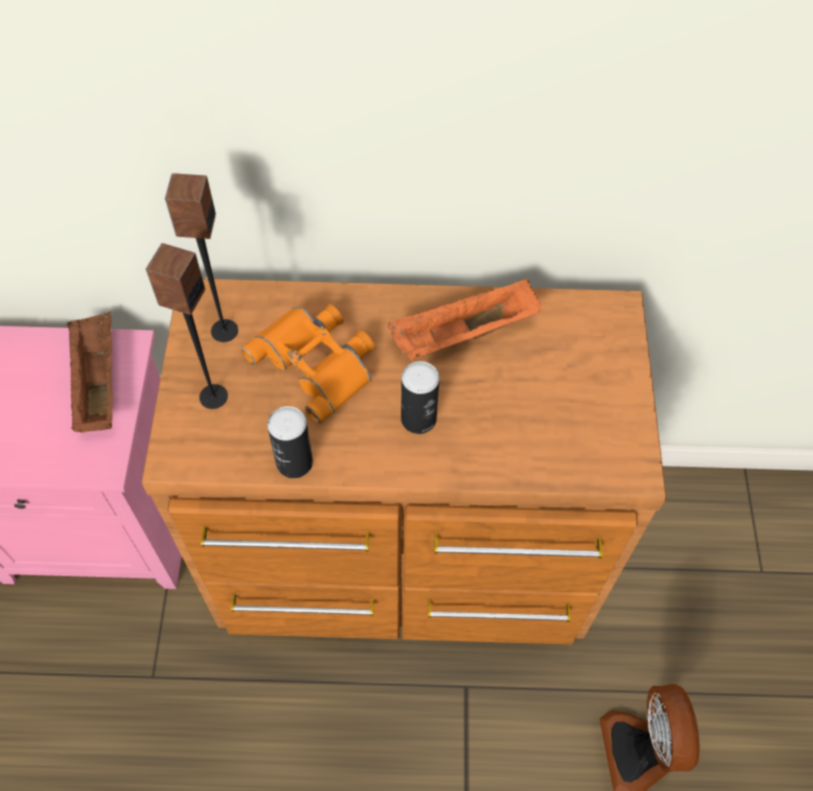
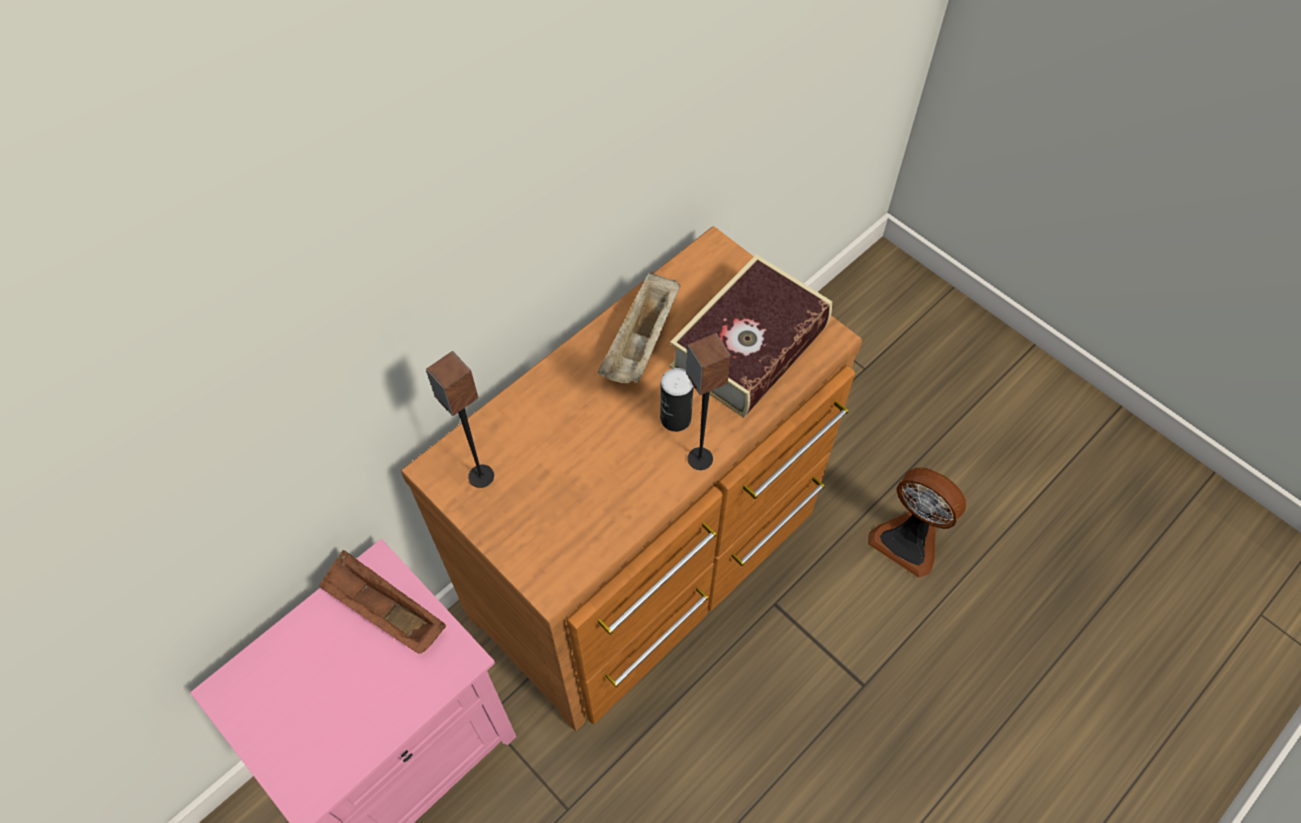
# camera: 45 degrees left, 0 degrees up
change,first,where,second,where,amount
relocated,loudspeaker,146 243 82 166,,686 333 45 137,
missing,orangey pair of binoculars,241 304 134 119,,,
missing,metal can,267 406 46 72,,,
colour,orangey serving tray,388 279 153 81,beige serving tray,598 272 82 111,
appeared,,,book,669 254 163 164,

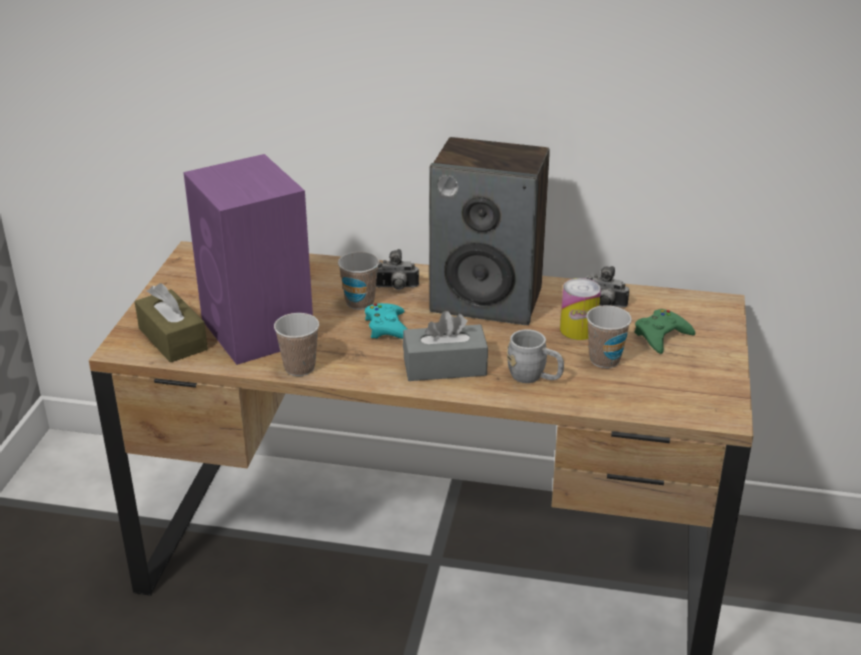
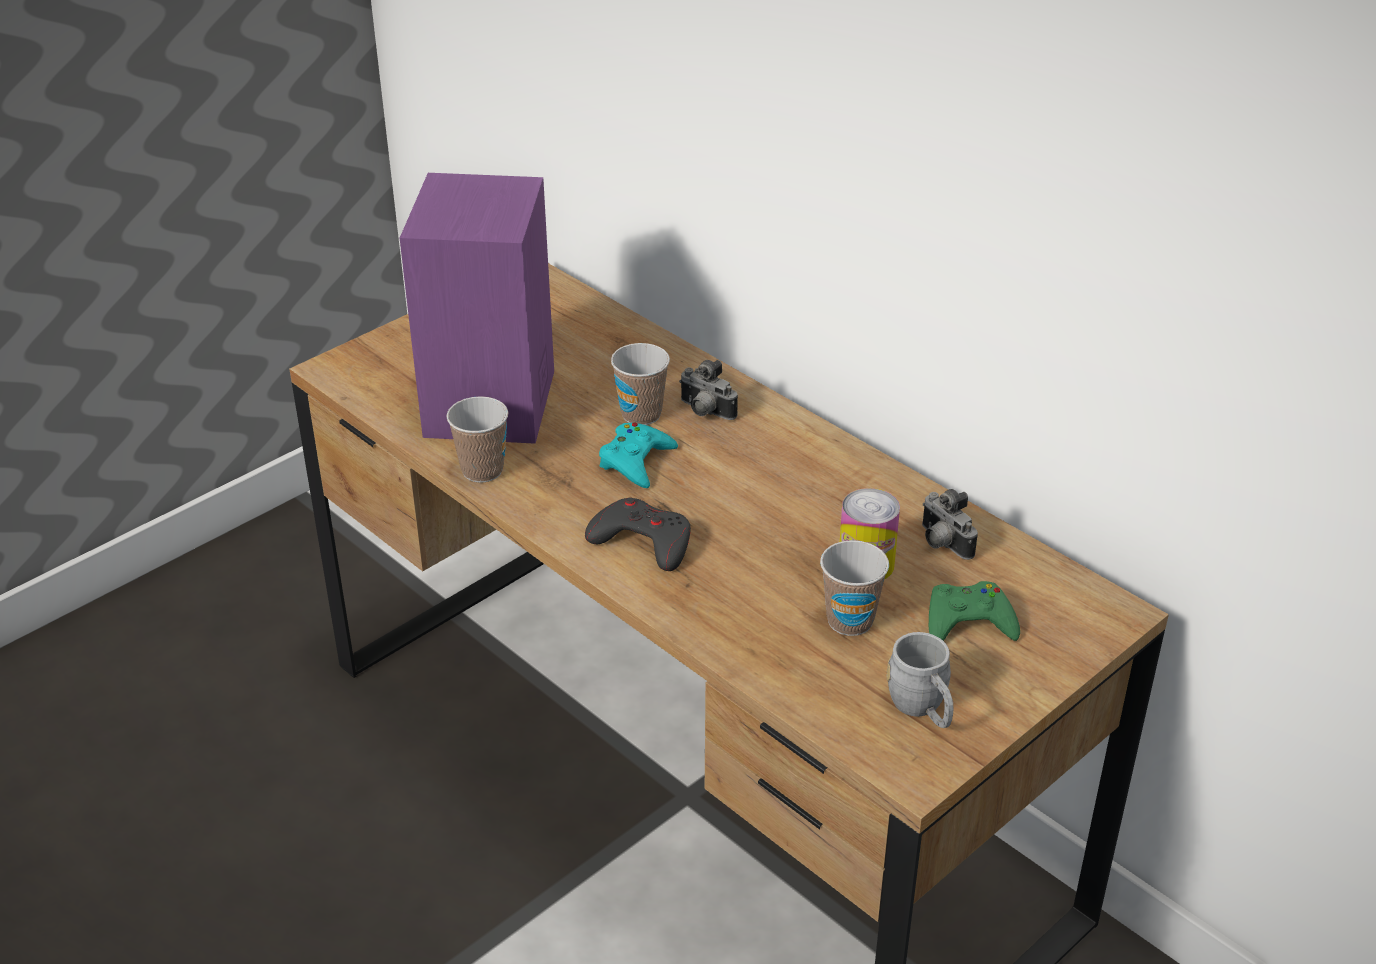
# camera: 35 degrees right, 5 degrees up
change,first,where,second,where,amount
missing,brown tissue holder,135 283 73 80,,,
exchanged,greyish tissue holder,403 311 85 70,greyish gamepad,585 497 106 74,
missing,loudspeaker,429 137 121 188,,,
relocated,greyish mug,507 329 57 54,,887 632 67 96,

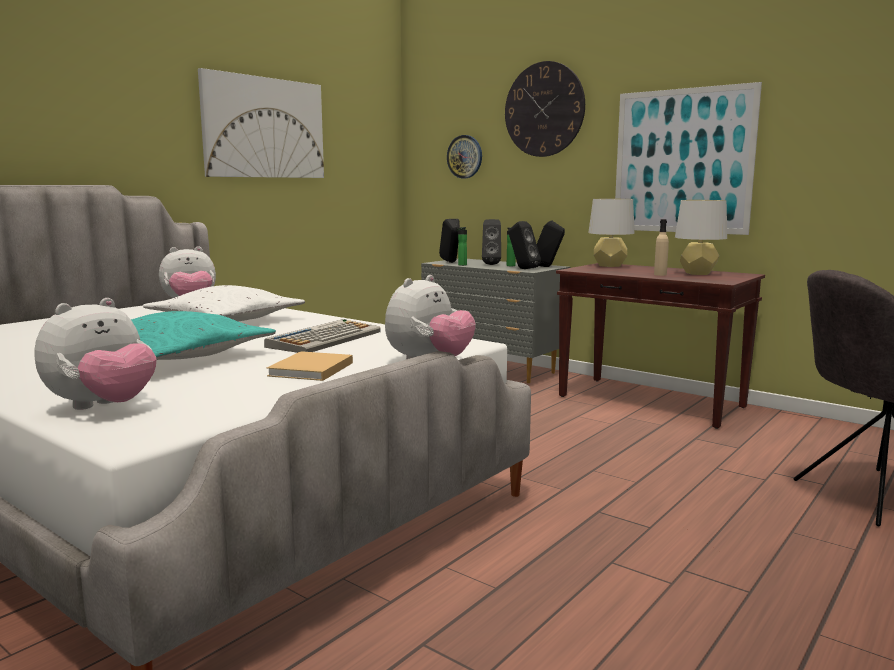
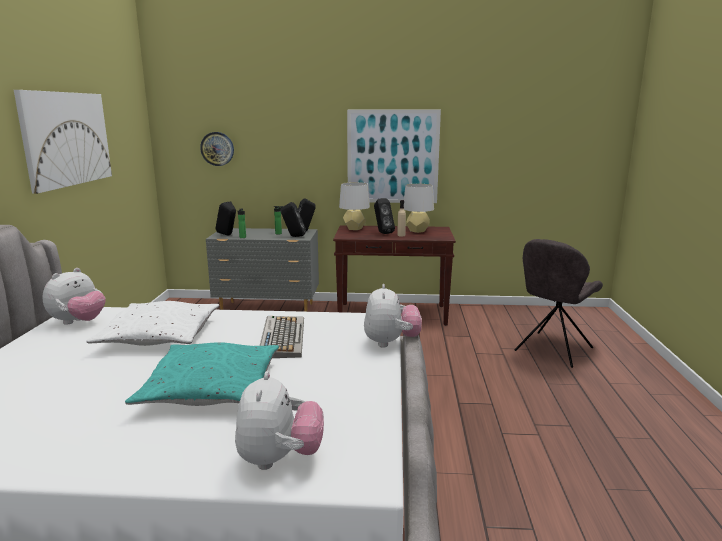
# camera: 35 degrees left, 5 degrees up
change,first,where,second,where,amount
missing,beige book,267 351 86 30,,,
relocated,black loudspeaker,482 219 19 46,,374 198 21 36,
missing,wall clock,505 61 80 96,,,

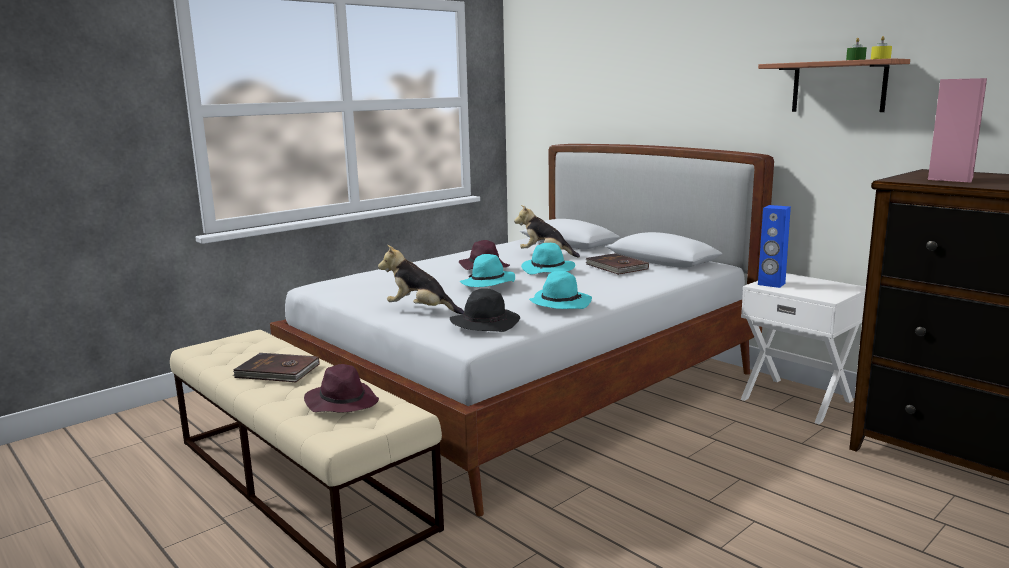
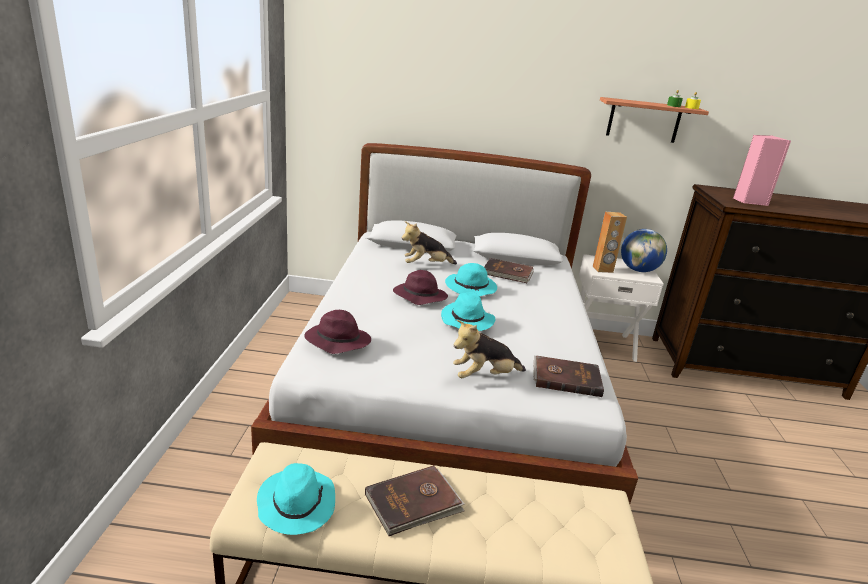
# camera: 45 degrees left, 10 degrees up
change,first,where,second,where,amount
relocated,purple-coloured wearable hat,304 364 75 49,,304 310 67 44,
exchanged,black wearable hat,450 289 70 43,brown book,533 356 71 41,
relocated,blue-green wearable hat,529 271 63 38,,257 463 78 72,
colour,blue loudspeaker,758 205 33 83,brown loudspeaker,593 212 34 61,
appeared,,,world globe,621 229 46 43,

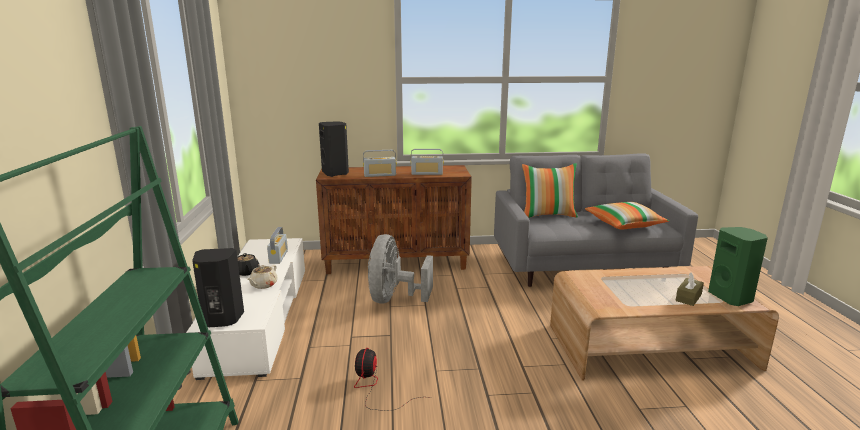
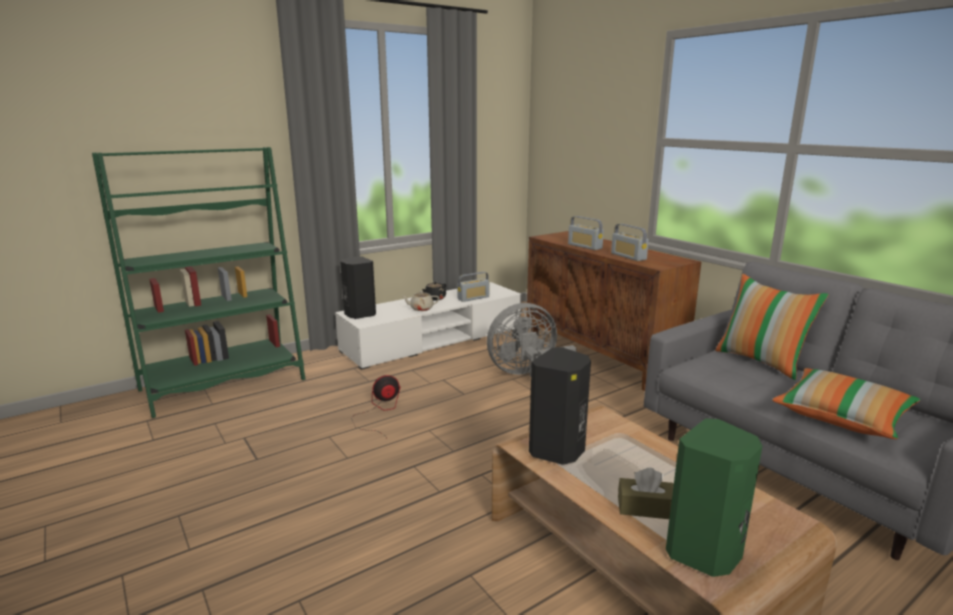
# camera: 60 degrees right, 0 degrees up
change,first,where,second,where,amount
relocated,black loudspeaker,319 121 30 56,,529 347 62 118,

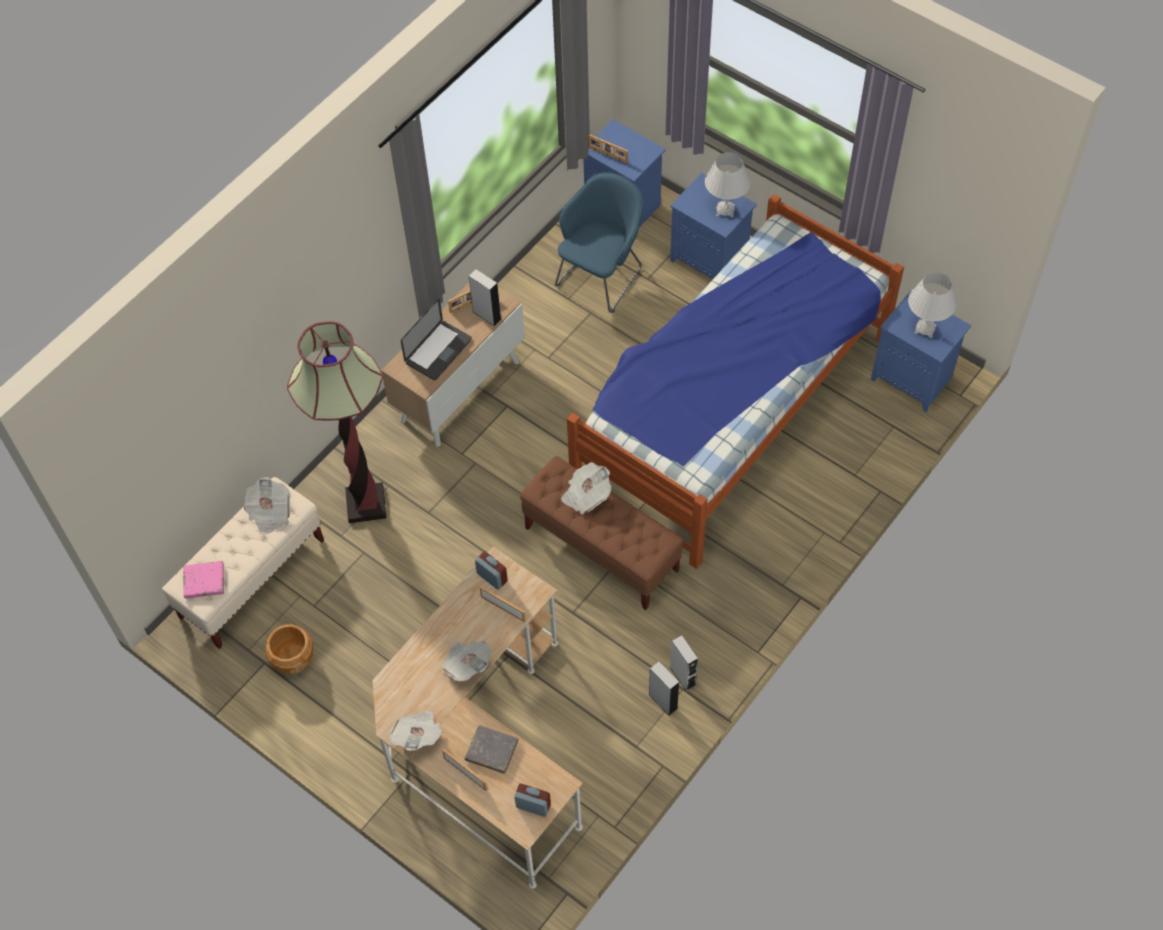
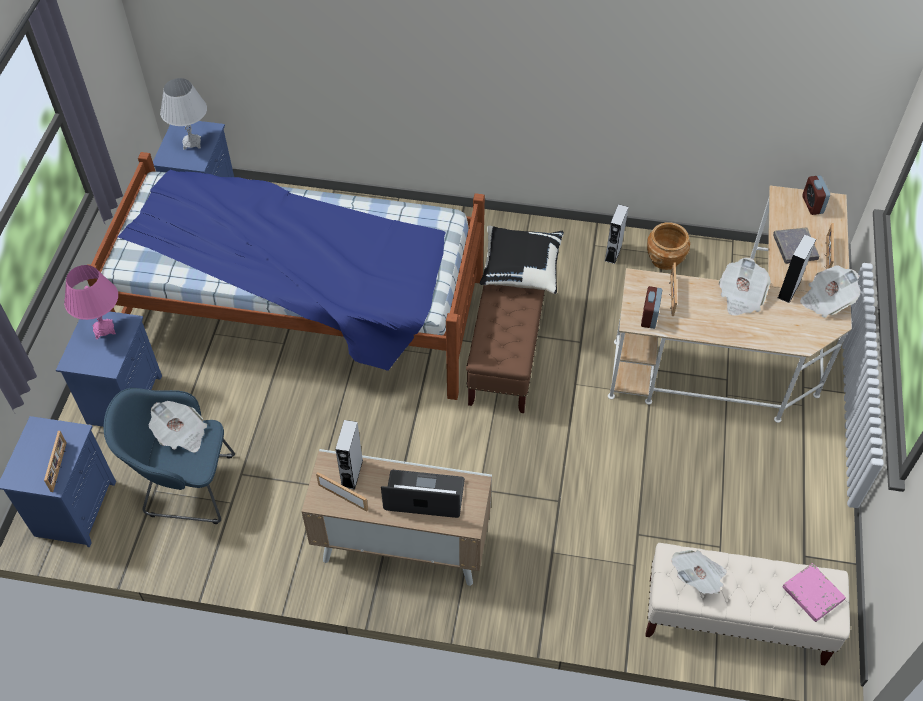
# camera: 120 degrees left, 5 degrees down
change,first,where,second,where,amount
relocated,brown plant pot,265 624 49 50,,647 222 43 48,
missing,floor lamp,287 321 99 202,,,
relocated,printed paper,561 462 50 53,,149 401 58 52,
relocated,greyish loudspeaker,670 635 28 56,,778 235 38 68,
colour,whitish tabletop lamp,705 152 46 65,pink tabletop lamp,64 265 54 74,
appeared,,,black cushion,480 226 84 68,

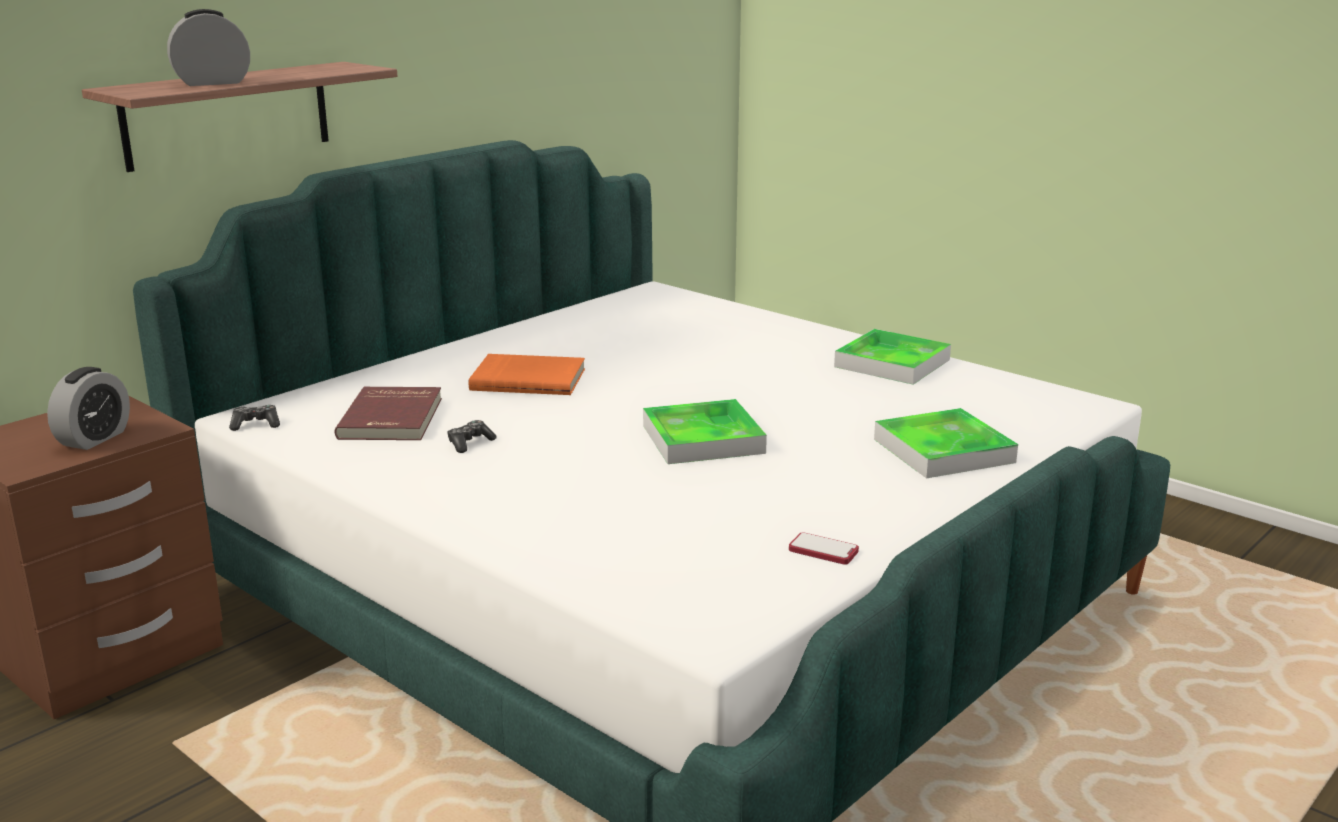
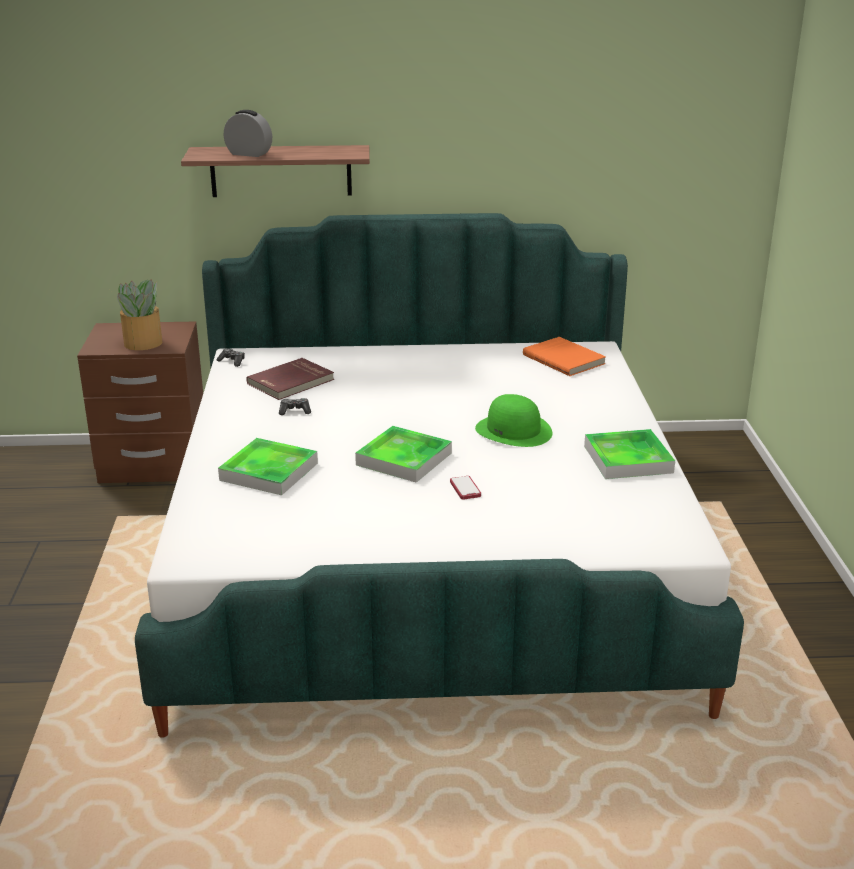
# camera: 45 degrees right, 5 degrees up
change,first,where,second,where,amount
exchanged,alarm clock,47 367 83 83,houseplant,110 280 52 70,
relocated,orangey book,469 354 116 41,,523 337 83 39,
relocated,phone,789 532 70 33,,450 476 31 24,
relocated,serving tray,874 408 144 70,,218 438 100 57,
appeared,,,green-coloured wearable hat,475 394 77 53,

